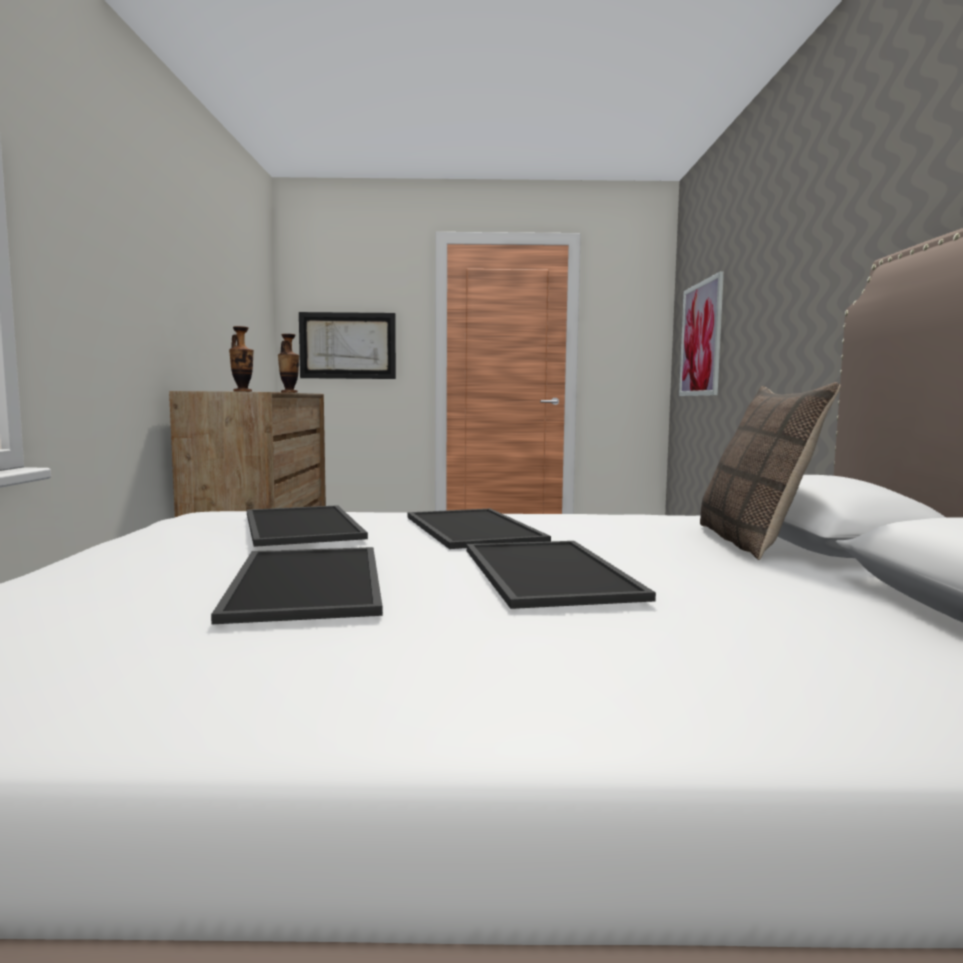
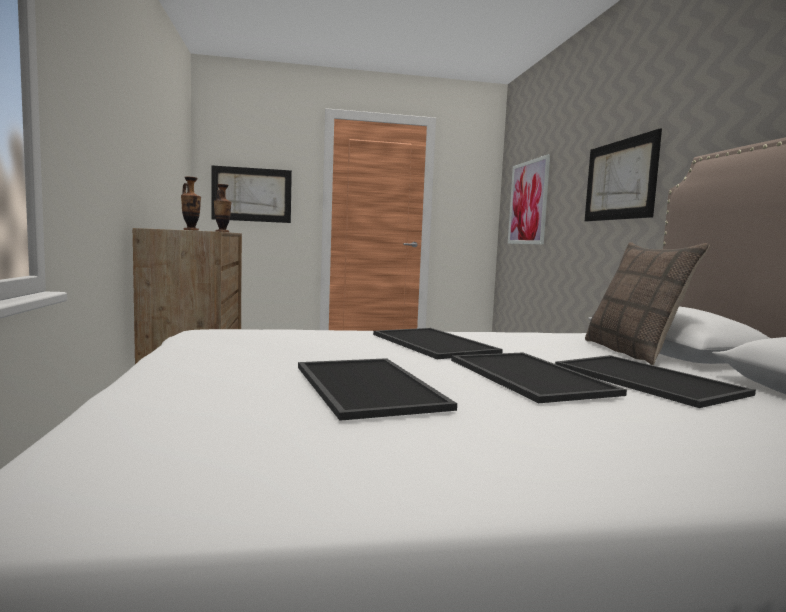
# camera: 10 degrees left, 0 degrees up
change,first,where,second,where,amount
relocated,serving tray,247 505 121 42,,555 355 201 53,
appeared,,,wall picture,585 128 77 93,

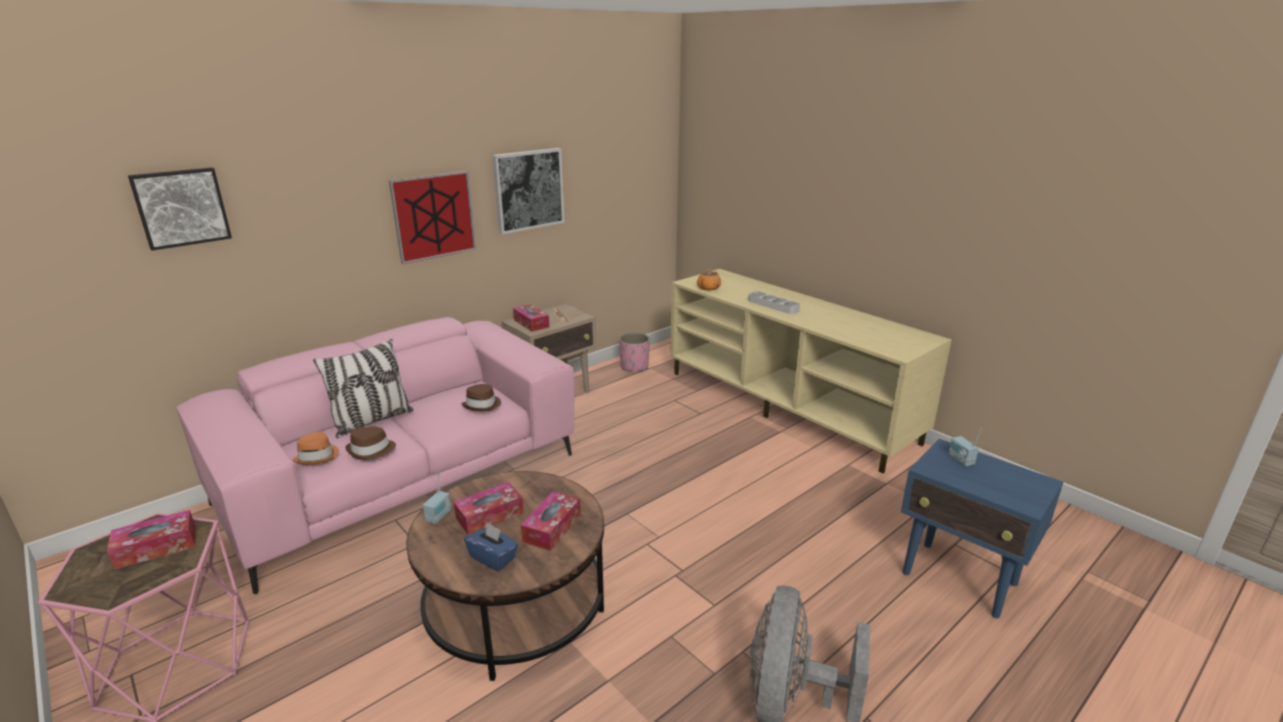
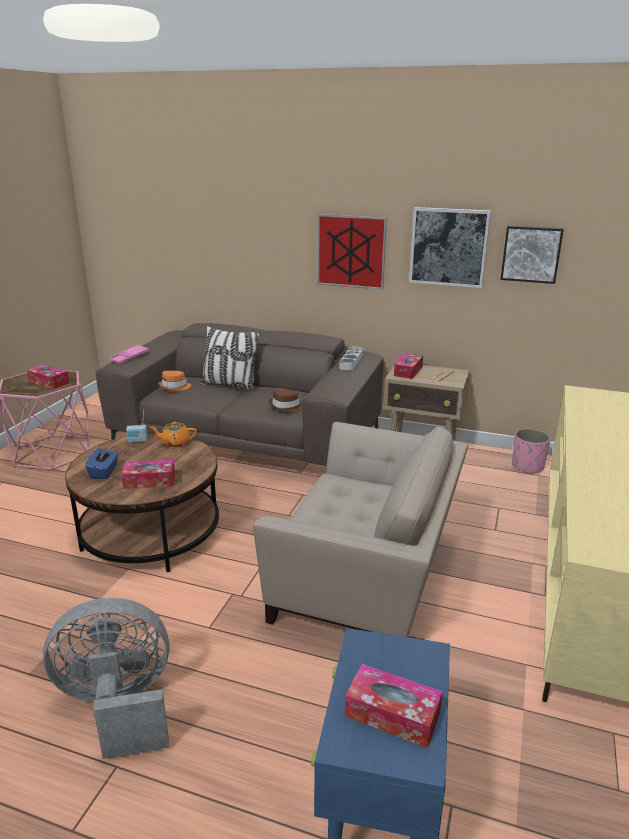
# camera: 60 degrees right, 0 degrees up
change,first,where,second,where,amount
relocated,wall picture,128 167 104 84,,500 226 64 58,
colour,pink sofa,177 317 397 277,brown sofa,96 323 287 143,
missing,brown wearable hat,345 427 51 33,,,
relocated,tissue holder,454 482 70 53,,345 664 97 84,
relocated,orangey pot for tea,697 269 24 21,,150 422 47 25,
relocated,greyish serving tray,748 291 52 23,,339 347 24 23,
missing,radio,948 428 34 38,,,
appeared,,,pink serving tray,109 345 40 19,
appeared,,,beige lounge chair,253 422 215 215,

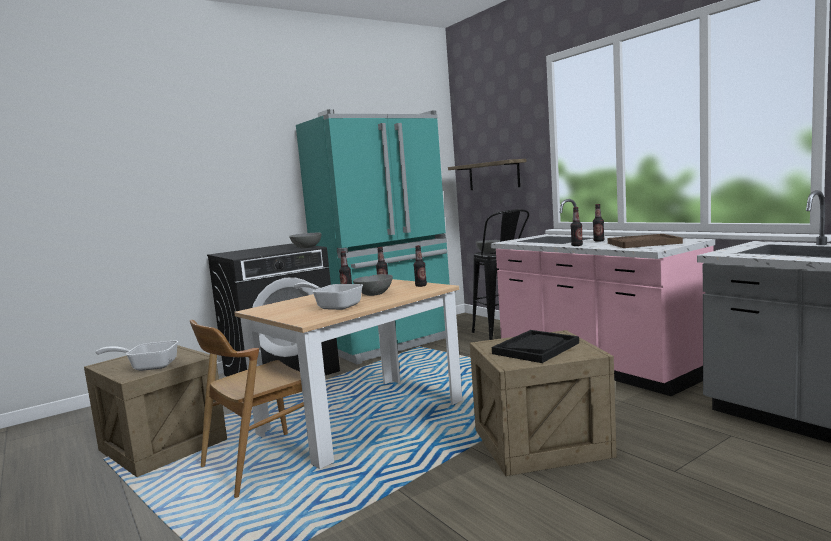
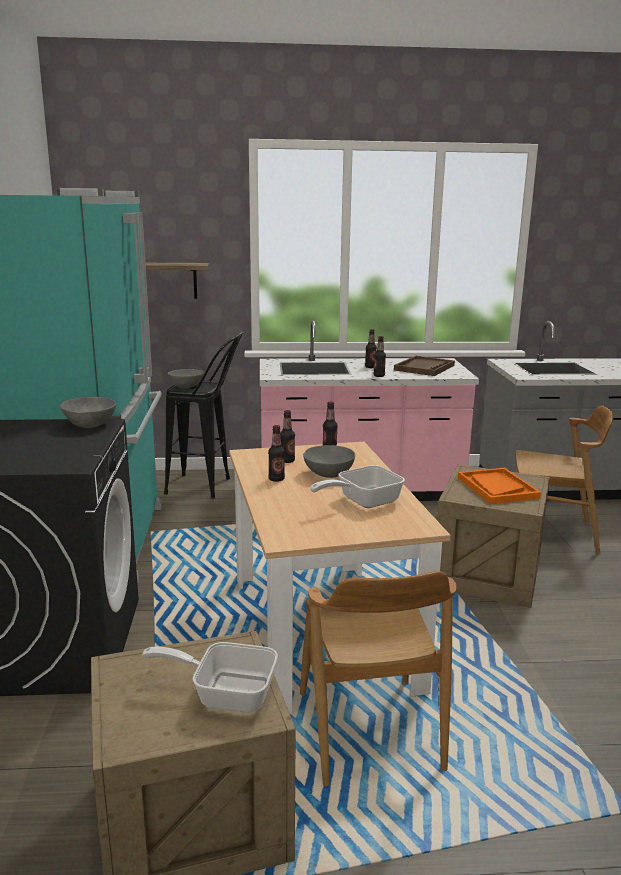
# camera: 60 degrees left, 10 degrees up
change,first,where,second,where,amount
spun,frying pan,95 341 83 30,,142 642 136 71,75 degrees clockwise
colour,black serving tray,492 330 87 33,orangey serving tray,458 468 83 36,
appeared,,,brown plain chair,515 406 99 149,

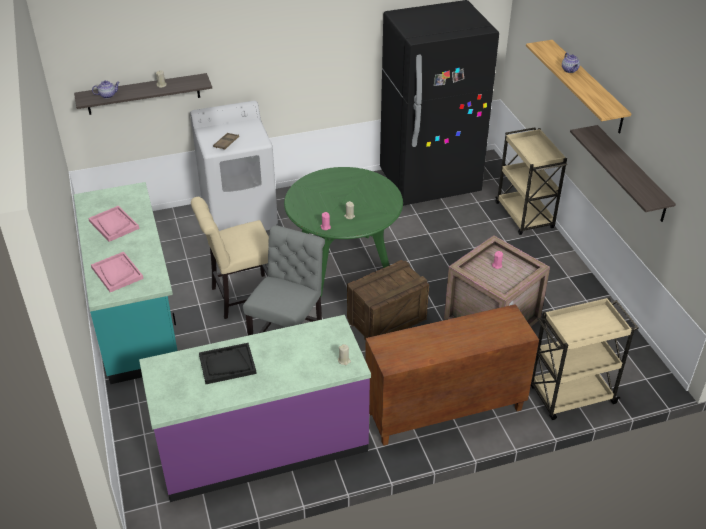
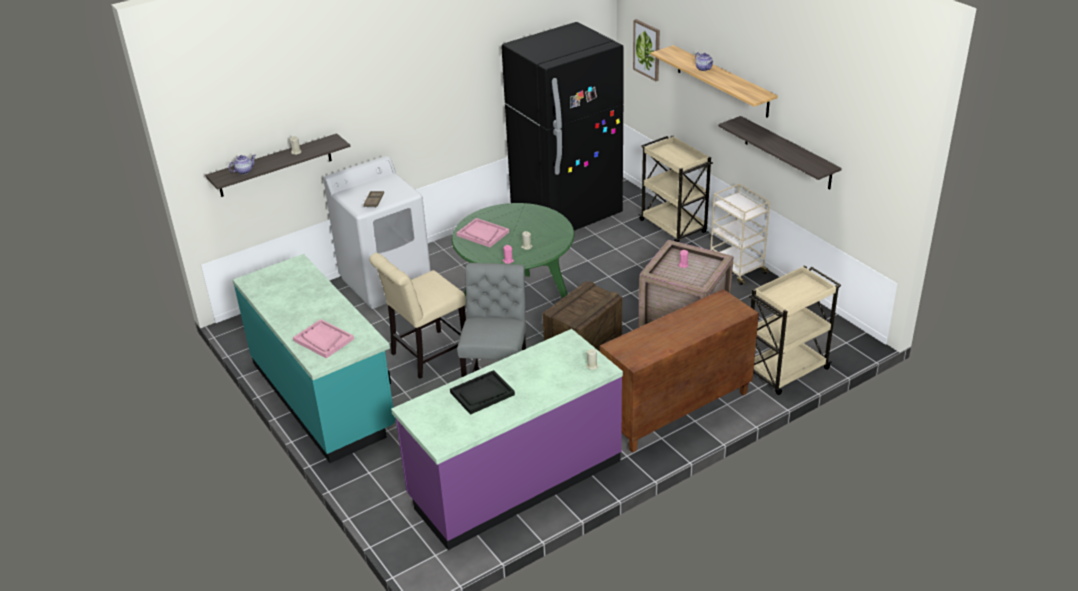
# camera: 15 degrees left, 5 degrees down
change,first,where,second,where,amount
relocated,pink serving tray,88 206 51 36,,457 218 52 29,
appeared,,,wall picture,633 19 27 62,
appeared,,,beige trolley,710 184 60 101,

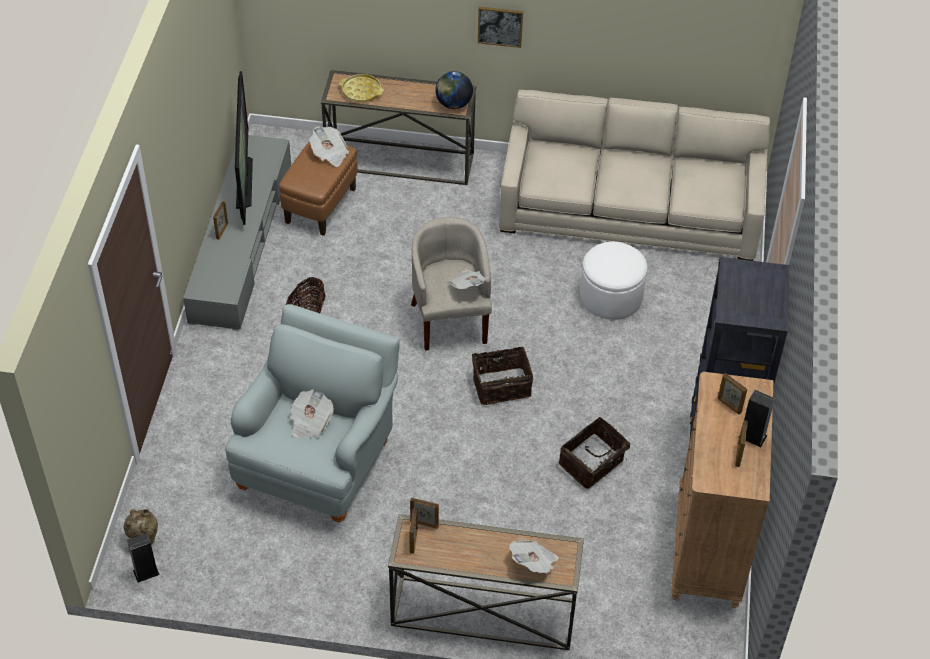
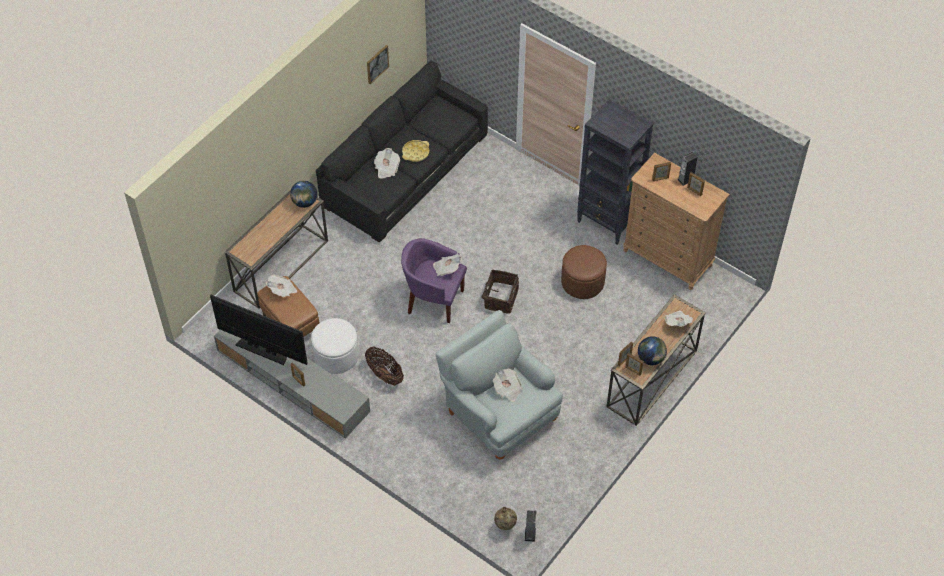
# camera: 60 degrees left, 5 degrees up
change,first,where,second,where,amount
relocated,yellow-coloured serving tray,339 74 45 28,,402 140 27 22,
colour,beige lounge chair,411 217 81 134,purple-coloured lounge chair,401 238 66 85,
relocated,wall picture,478 7 45 41,,367 45 22 39,
colour,beige sofa,499 90 271 171,black sofa,316 61 172 182,
exchanged,basket,559 417 76 72,brown footrest,561 245 46 54,
relocated,whitish footrest,580 242 67 78,,311 318 48 56,
appeared,,,printed paper,374 148 26 31,
appeared,,,world globe,638 336 29 29,

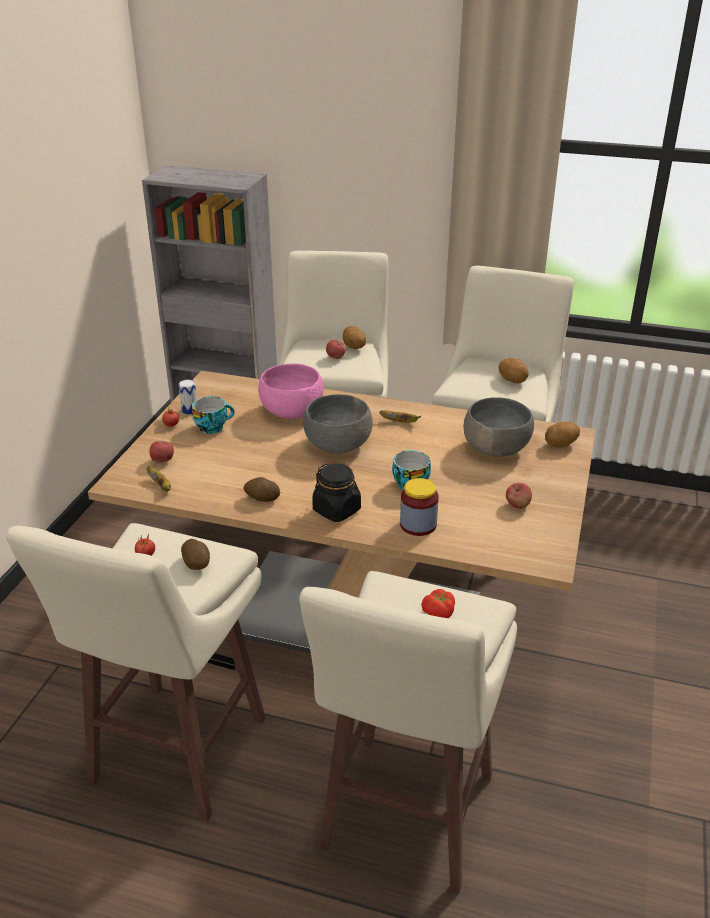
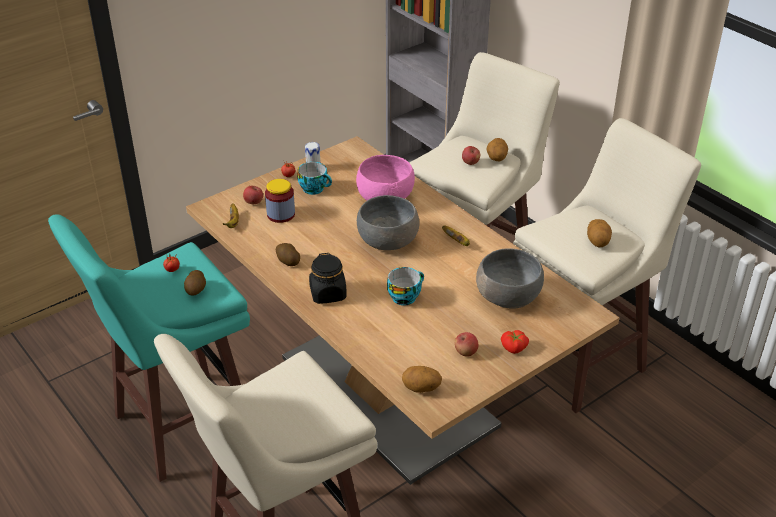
# camera: 35 degrees right, 5 degrees up
change,first,where,second,where,amount
colour,beige stool seat,5 523 261 299,blue-green stool seat,48 214 202 268,
relocated,jar,400 478 39 58,,265 179 30 44,
relocated,tomato,421 589 34 29,,501 330 28 24,
relocated,whole potato,545 422 35 26,,402 366 40 27,

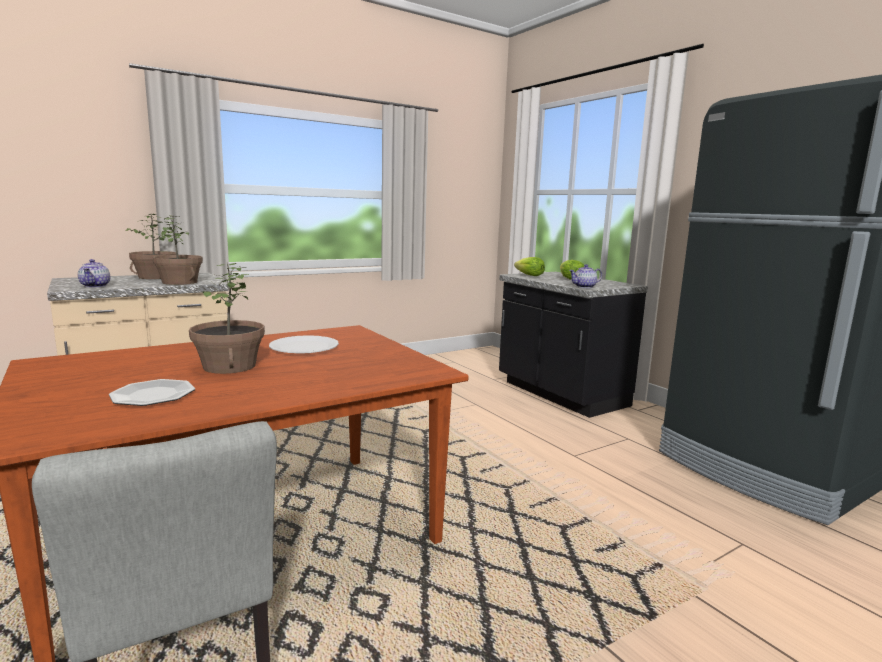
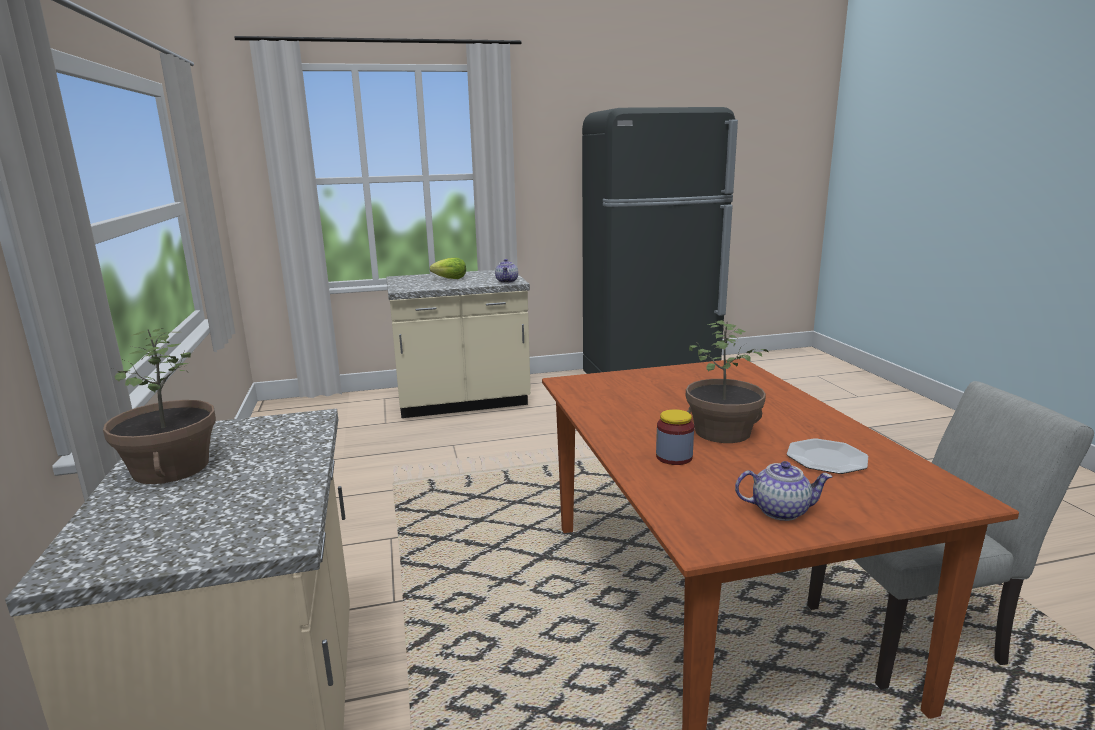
# camera: 70 degrees left, 5 degrees up
change,first,where,second,where,amount
relocated,pot for tea,78 259 32 28,,735 461 97 60,
missing,houseplant,153 215 50 70,,,
missing,whitish plate,269 335 70 19,,,
colour,black counter,499 272 149 146,beige counter,386 270 145 148,
missing,lettuce head,514 257 31 19,,,
appeared,,,jar,656 409 38 56,

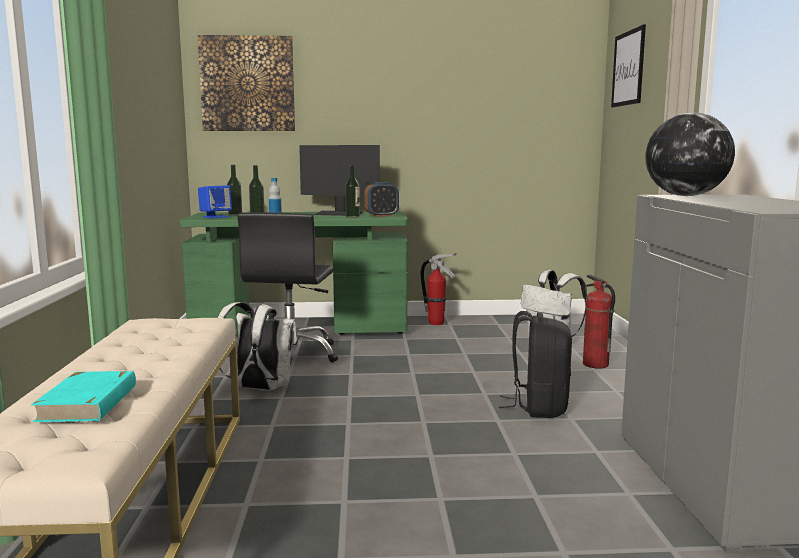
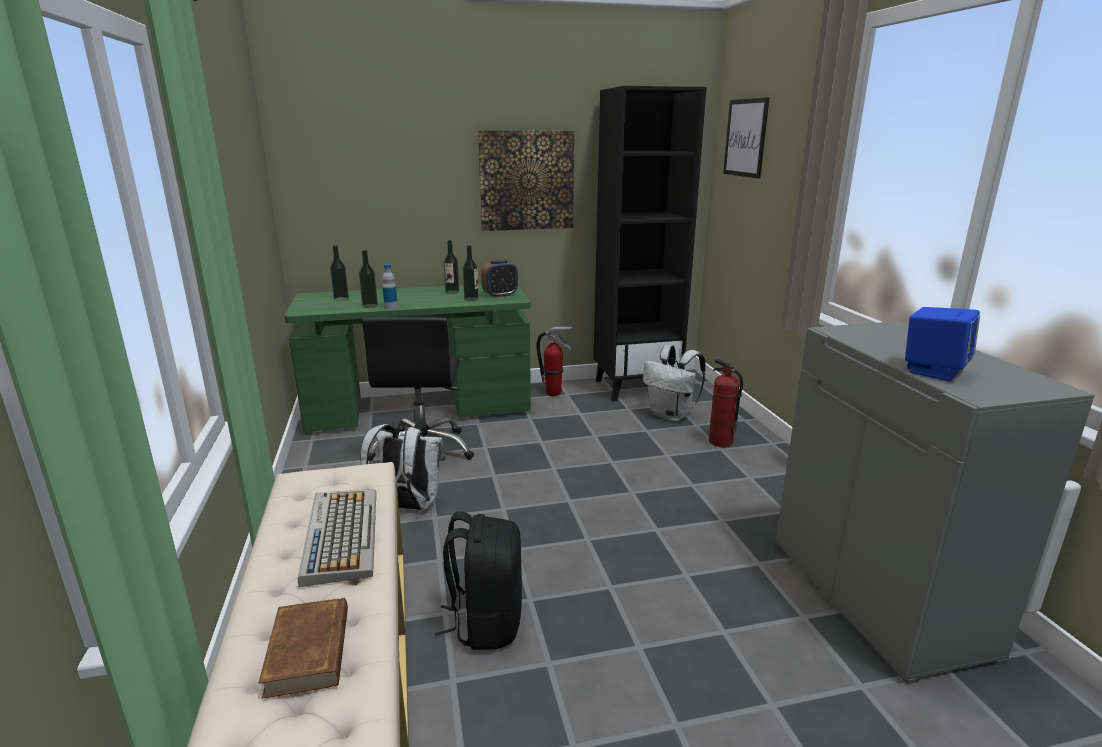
# camera: 10 degrees left, 10 degrees up
change,first,where,second,where,amount
colour,blue-green book,31 371 105 51,brown book,258 598 90 101,
relocated,wall picture,198 35 97 96,,478 130 96 101,
relocated,blue loudspeaker,198 185 34 33,,905 307 75 74,
exchanged,computer display,299 145 81 71,bottle,444 240 16 54,
relocated,black knapsack,499 311 73 107,,435 511 87 139,
missing,world globe,645 113 90 83,,,
appeared,,,computer keyboard,298 489 78 98,
appeared,,,black bookcase,593 86 114 315,

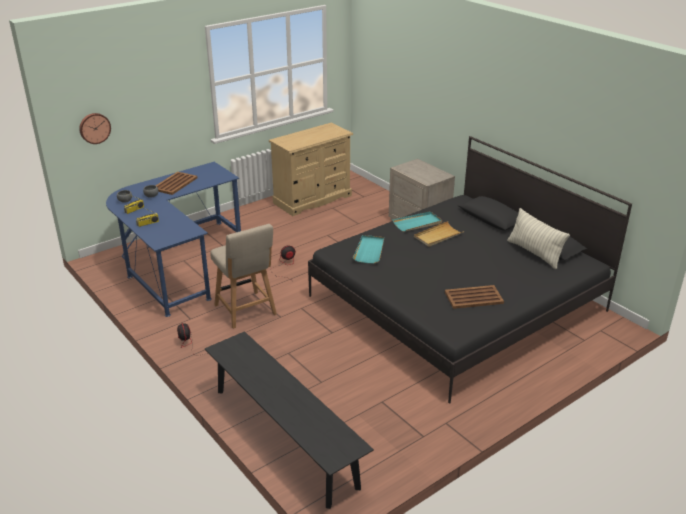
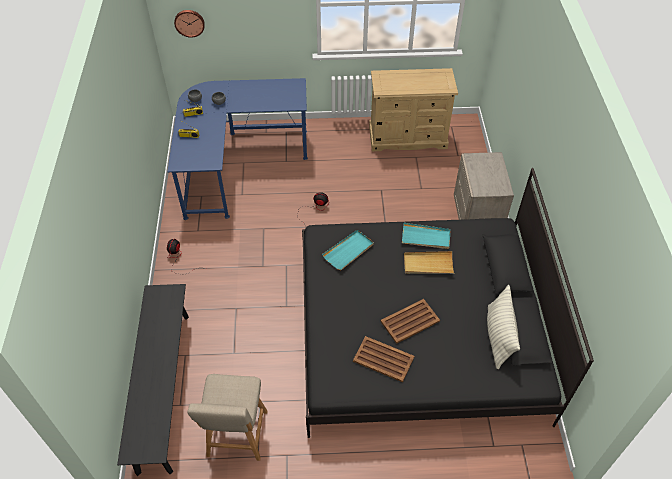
# camera: 35 degrees right, 20 degrees up
change,first,where,second,where,amount
relocated,brown serving tray,156 172 41 23,,380 299 60 45,
relocated,beige plain chair,210 224 67 105,,187 374 80 87,

